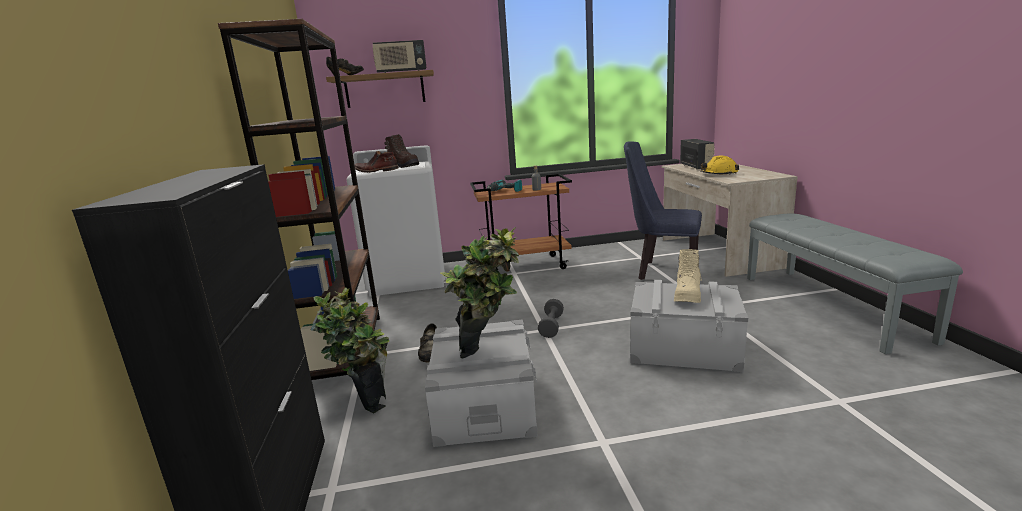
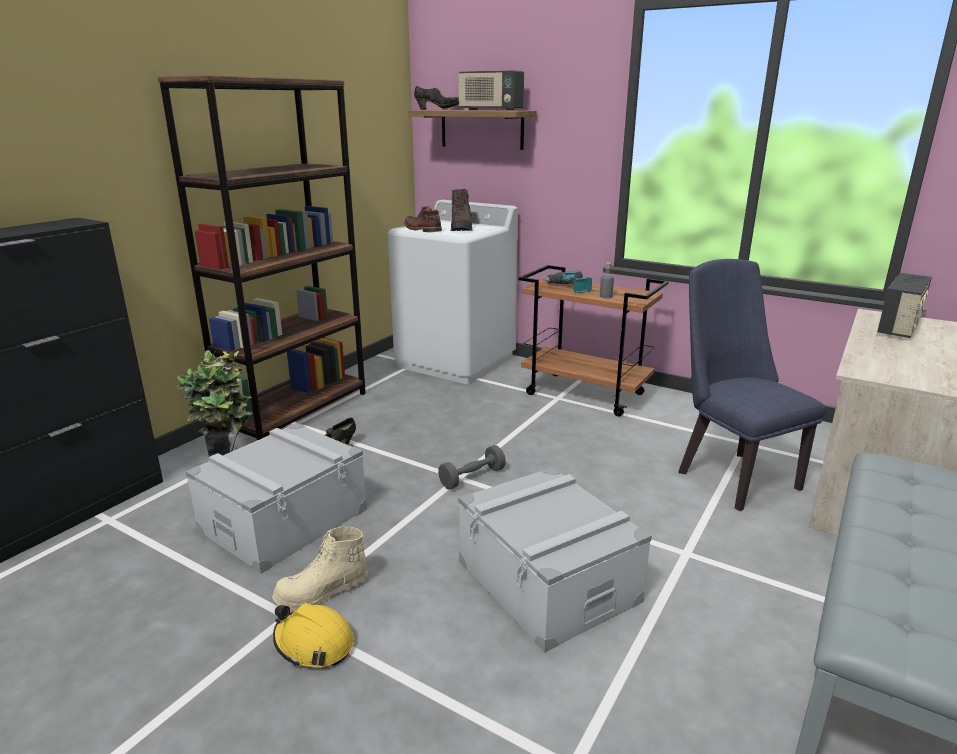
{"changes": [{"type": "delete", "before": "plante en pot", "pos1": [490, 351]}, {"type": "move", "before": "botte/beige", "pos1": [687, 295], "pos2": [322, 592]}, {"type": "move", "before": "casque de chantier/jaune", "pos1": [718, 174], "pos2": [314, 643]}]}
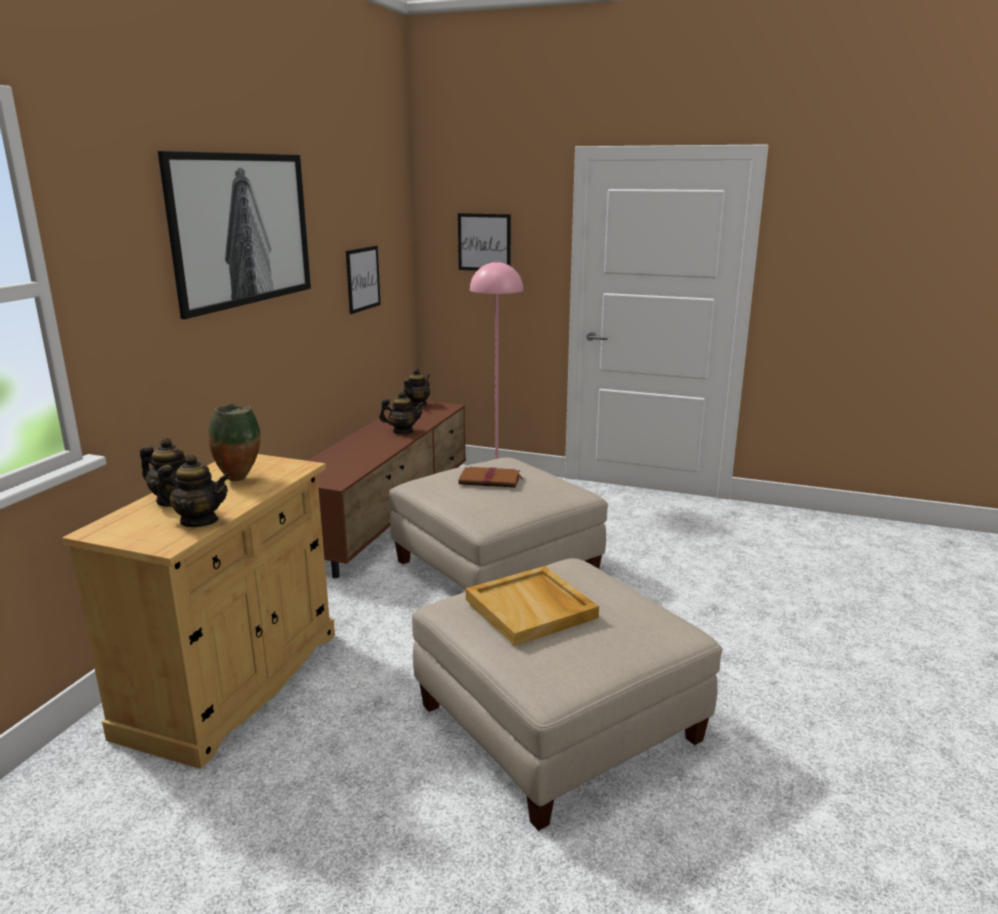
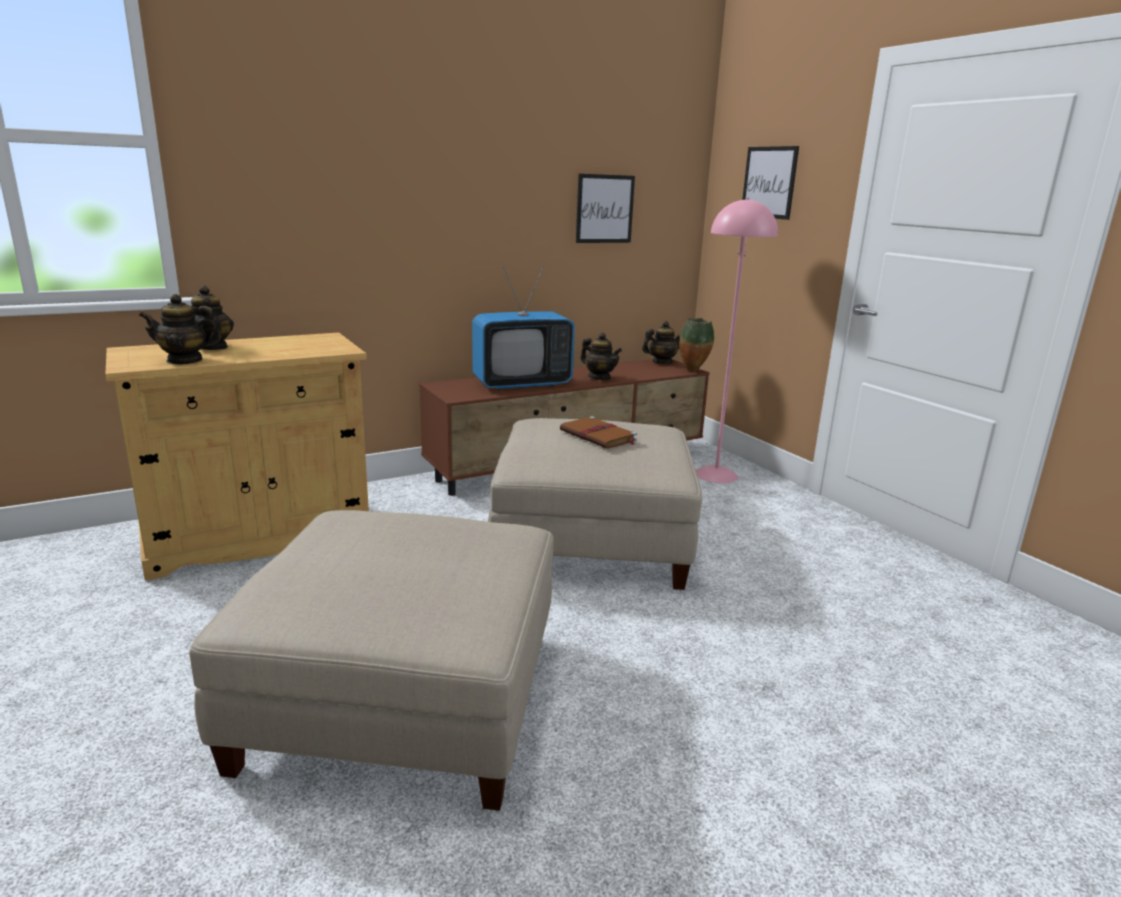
{"changes": [{"type": "delete", "before": "tableau", "pos1": [243, 229]}, {"type": "rotate", "before": "théière", "pos1": [199, 521], "pos2": [185, 360], "turn": 120}, {"type": "move", "before": "vase", "pos1": [239, 479], "pos2": [693, 370]}, {"type": "delete", "before": "plateau/beige", "pos1": [532, 609]}, {"type": "insert", "after": "téléviseur", "pos2": [522, 384]}]}
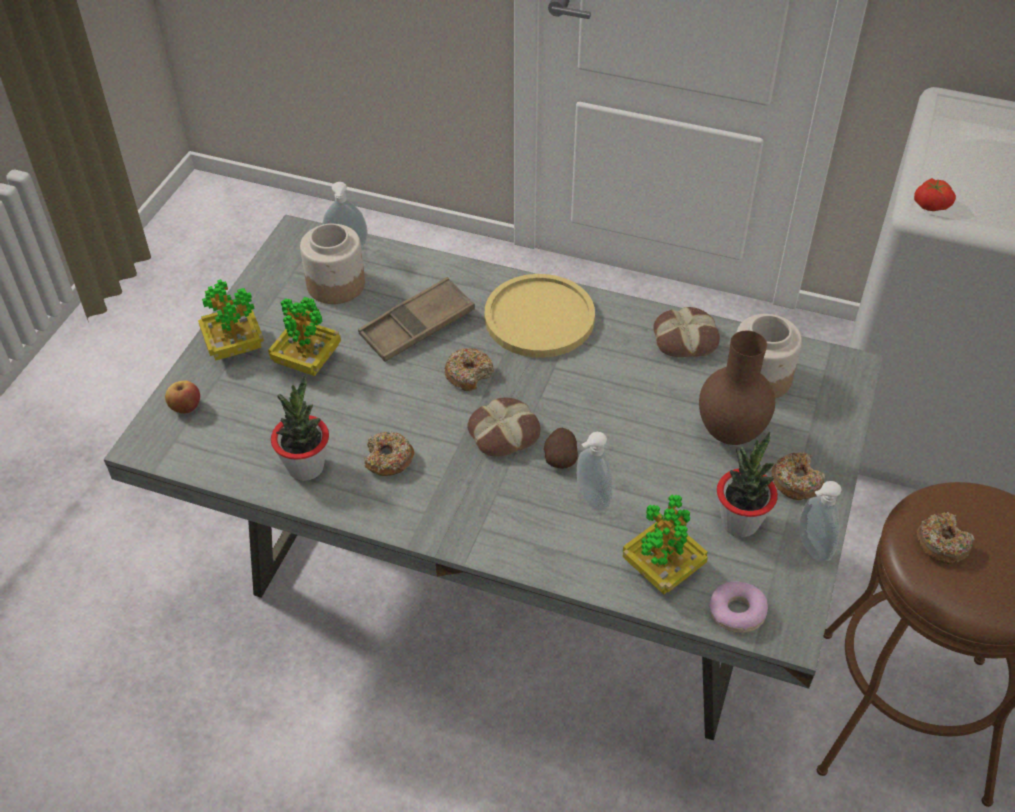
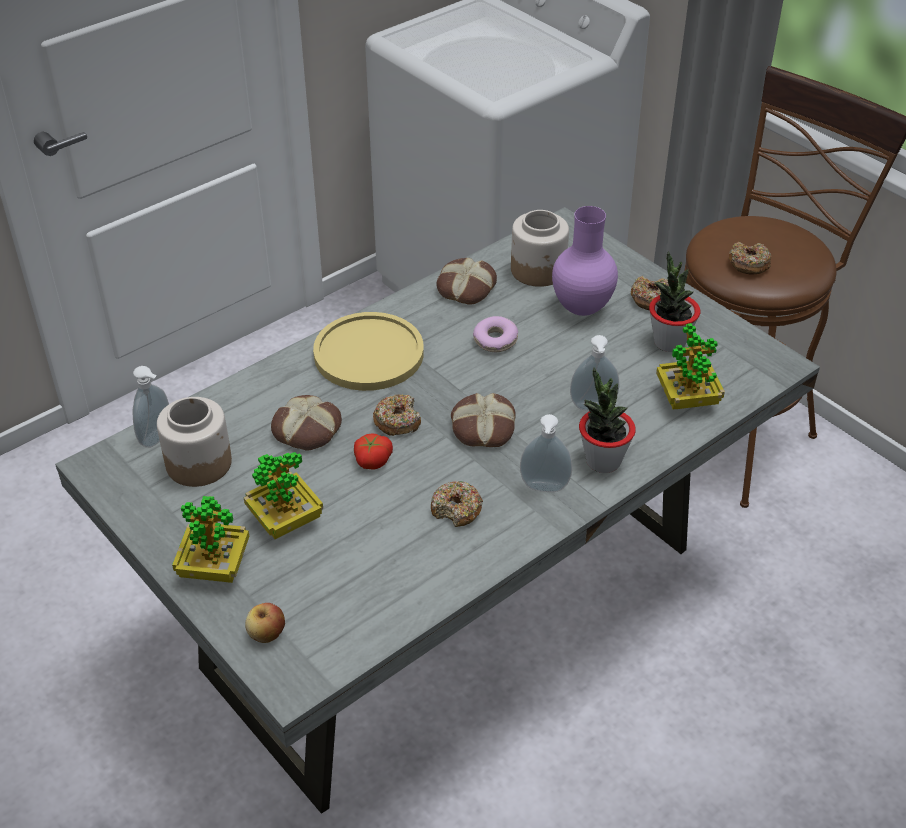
{"changes": [{"type": "move", "before": "plante en pot", "pos1": [306, 467], "pos2": [603, 461]}, {"type": "replace", "before": "plateau/marron", "after": "pain", "pos1": [417, 326], "pos2": [308, 430]}, {"type": "delete", "before": "pomme de terre", "pos1": [560, 457]}, {"type": "recolor", "before": "vase/marron", "after": "vase/violet", "pos1": [732, 434], "pos2": [582, 308]}, {"type": "move", "before": "beignet", "pos1": [736, 612], "pos2": [495, 340]}, {"type": "move", "before": "distributeur de savon", "pos1": [810, 548], "pos2": [544, 488]}, {"type": "move", "before": "tomate", "pos1": [931, 204], "pos2": [372, 460]}]}
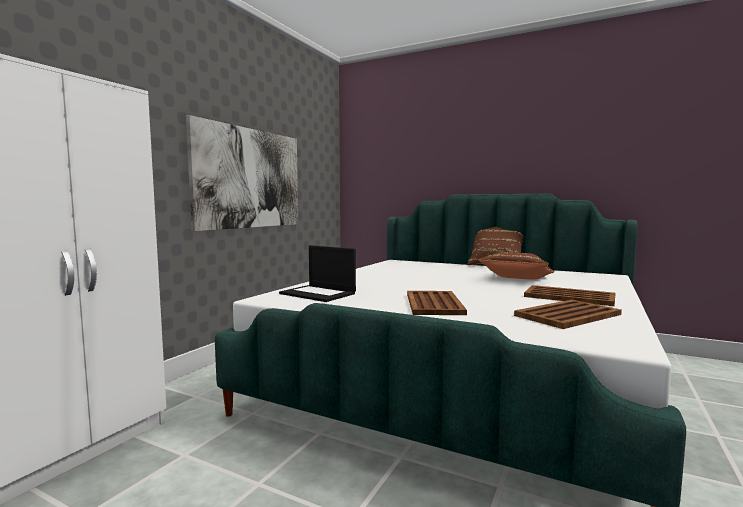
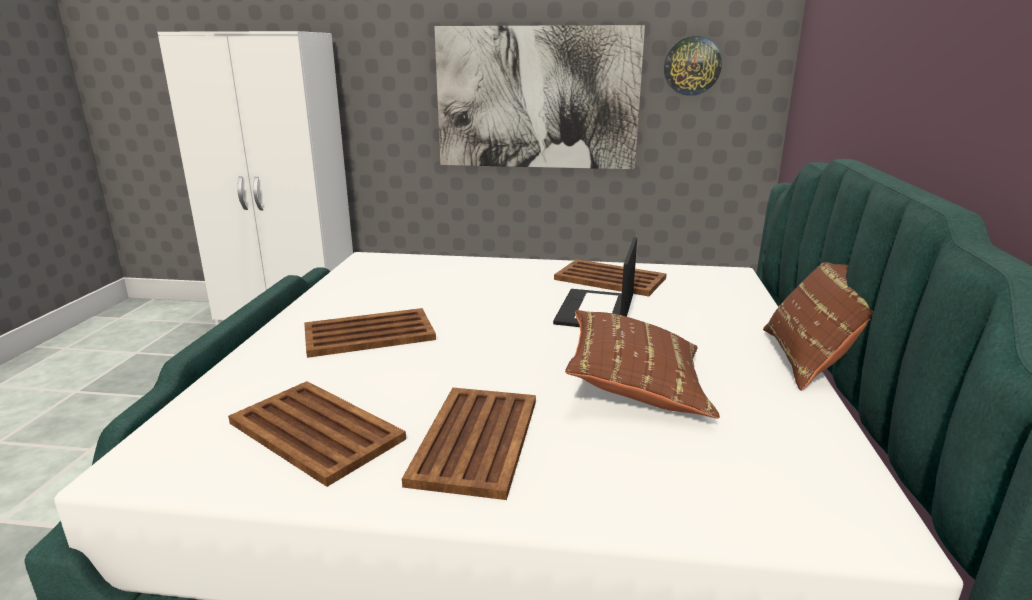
{"changes": [{"type": "move", "before": "ordinateur portable", "pos1": [319, 293], "pos2": [596, 311]}, {"type": "insert", "after": "plateau/marron", "pos2": [609, 279]}, {"type": "insert", "after": "horloge murale", "pos2": [692, 66]}]}
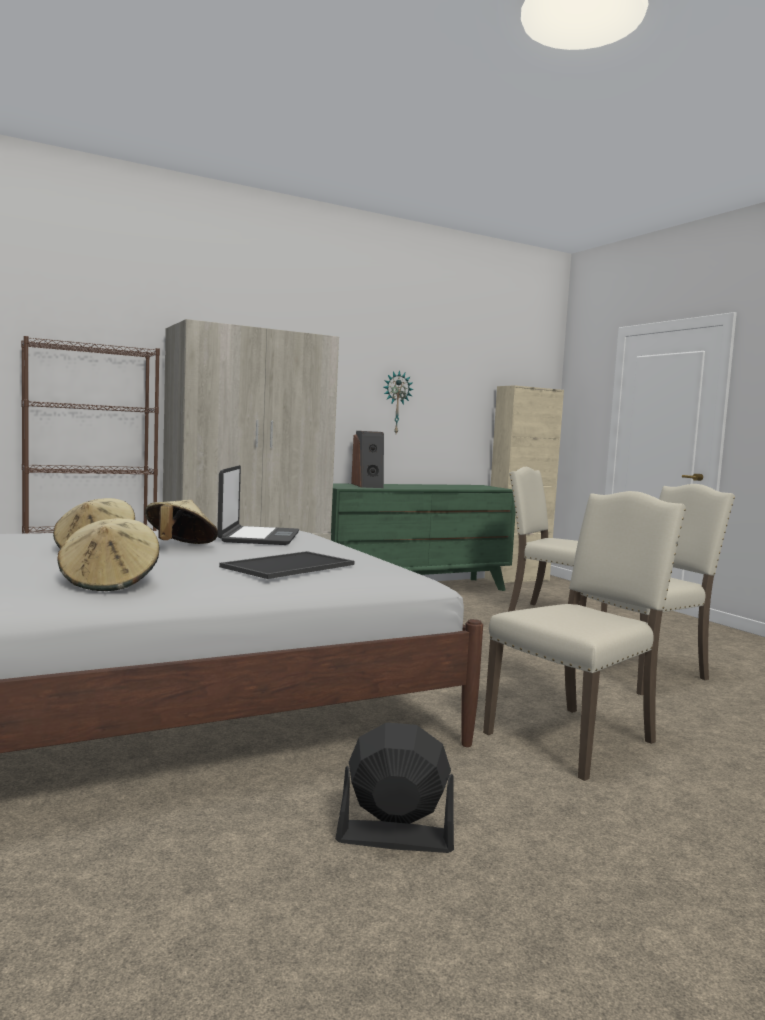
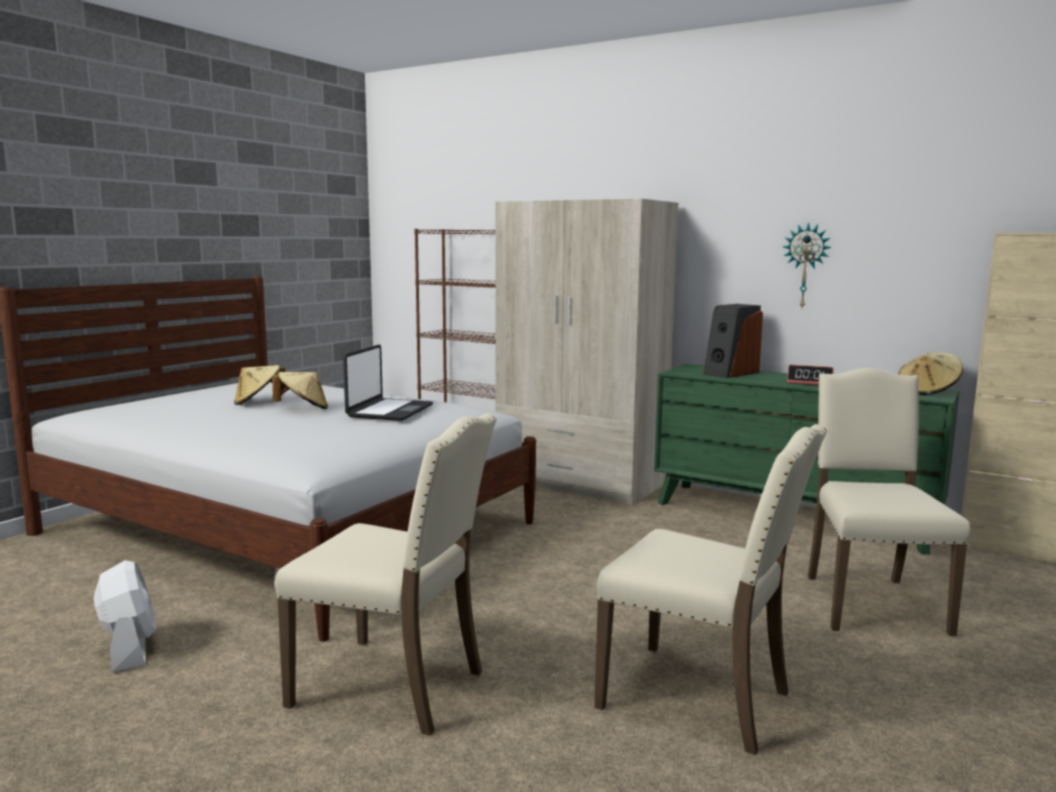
{"changes": [{"type": "move", "before": "chapeau/beige", "pos1": [110, 583], "pos2": [928, 391]}, {"type": "rotate", "before": "ordinateur portable", "pos1": [258, 537], "pos2": [389, 411], "turn": -45}, {"type": "delete", "before": "plateau", "pos1": [289, 566]}, {"type": "recolor", "before": "ventilateur/noir", "after": "ventilateur/blanc", "pos1": [394, 837], "pos2": [129, 649]}, {"type": "insert", "after": "réveil", "pos2": [810, 382]}]}
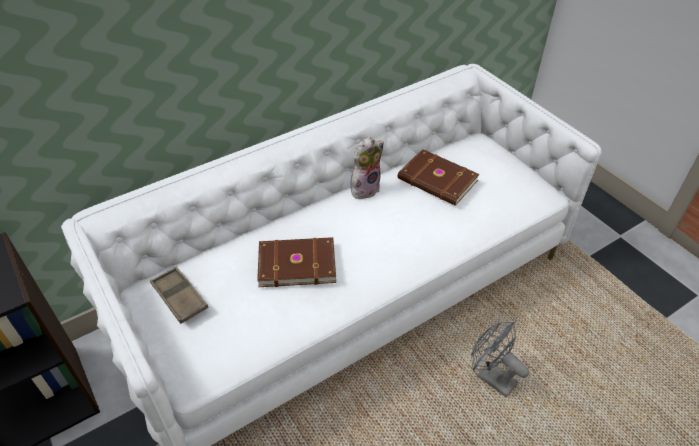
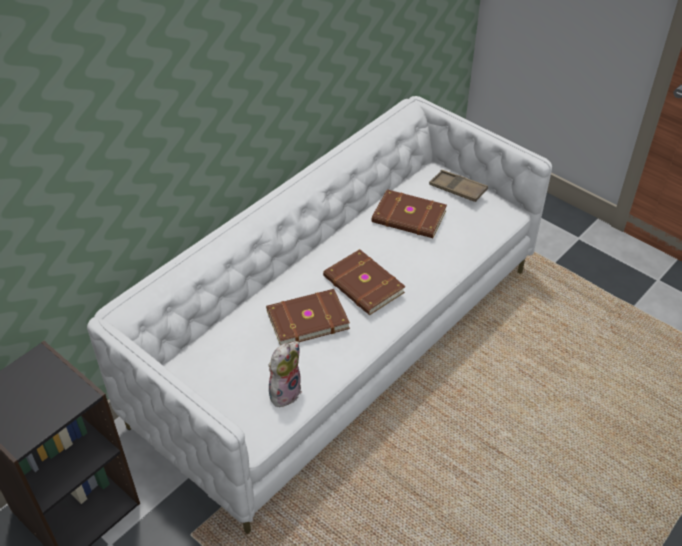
{"changes": [{"type": "move", "before": "plateau/marron", "pos1": [179, 298], "pos2": [457, 189]}, {"type": "move", "before": "peluche", "pos1": [365, 188], "pos2": [284, 391]}, {"type": "delete", "before": "ventilateur/gris", "pos1": [491, 377]}, {"type": "insert", "after": "livre/marron", "pos2": [363, 286]}]}
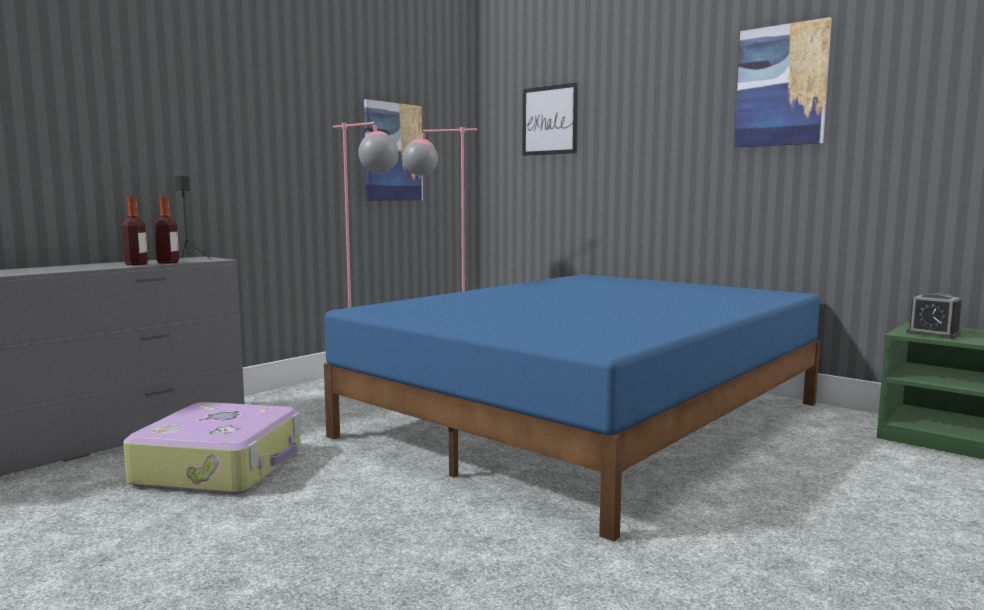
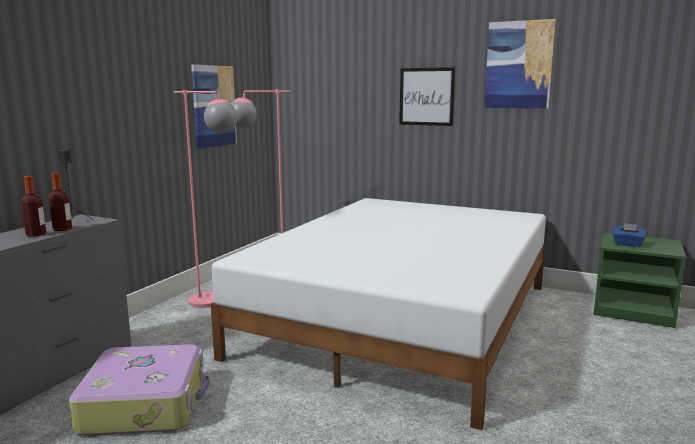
{"changes": [{"type": "recolor", "before": "lit/bleu", "after": "lit/blanc", "pos1": [590, 419], "pos2": [403, 319]}, {"type": "move", "before": "tableau", "pos1": [549, 120], "pos2": [426, 96]}, {"type": "replace", "before": "réveil", "after": "boîte à mouchoirs/bleu", "pos1": [933, 334], "pos2": [627, 244]}]}
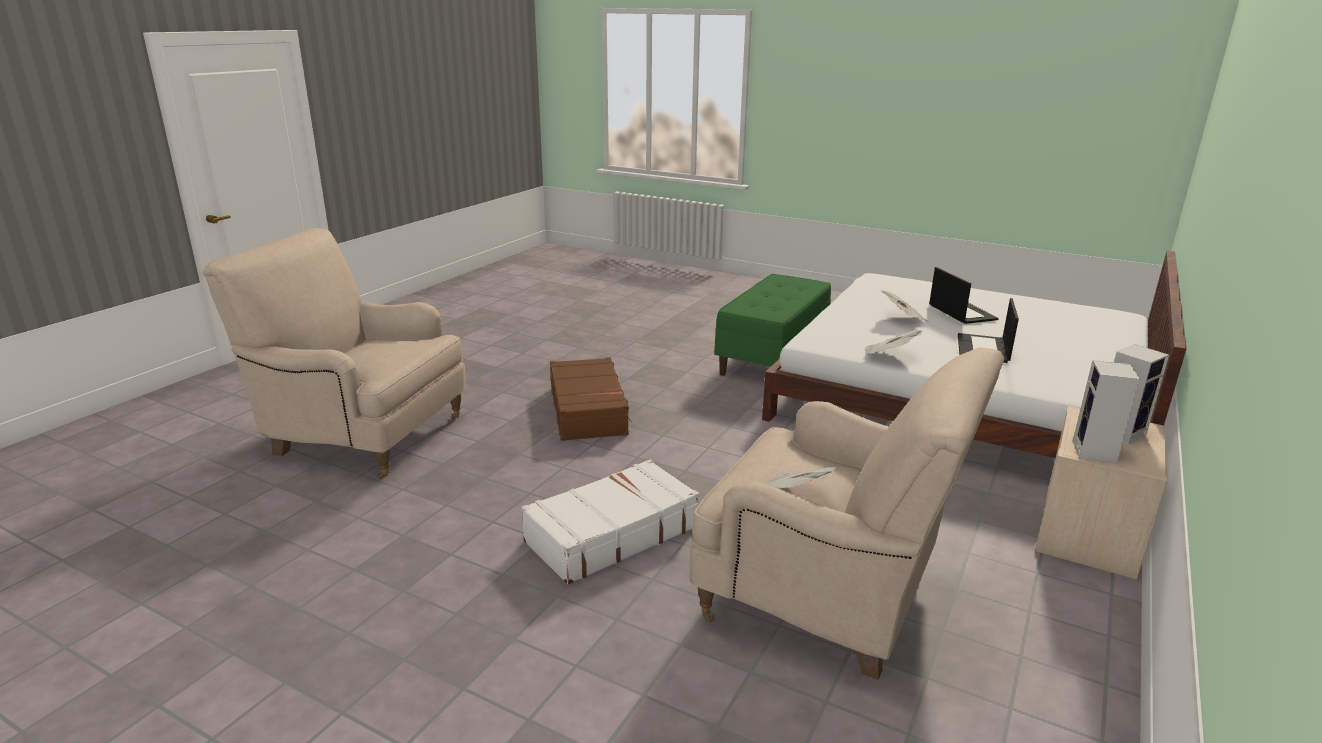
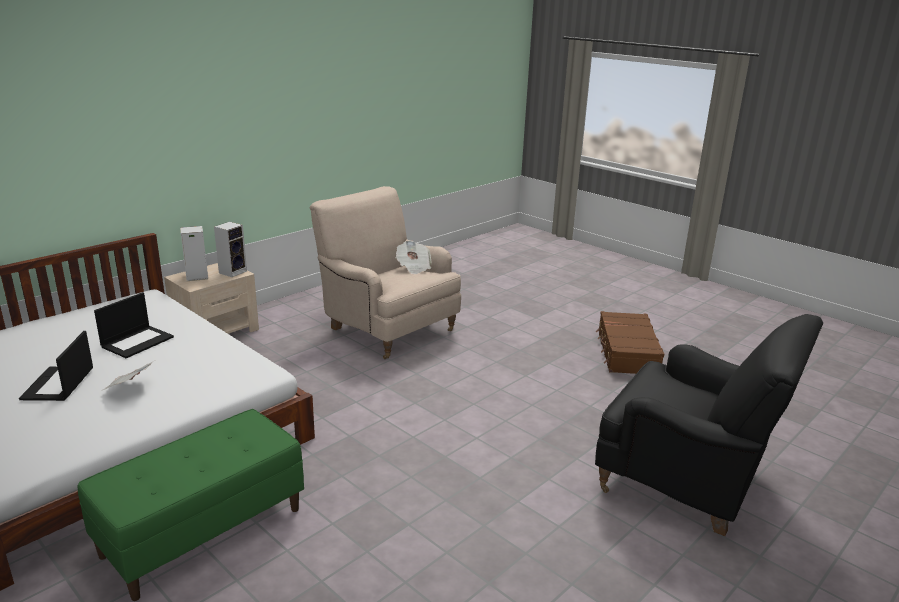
{"changes": [{"type": "recolor", "before": "fauteuil/beige", "after": "fauteuil/noir", "pos1": [363, 436], "pos2": [687, 483]}, {"type": "delete", "before": "valise/blanc", "pos1": [611, 534]}, {"type": "move", "before": "valise/marron", "pos1": [589, 410], "pos2": [626, 352]}, {"type": "delete", "before": "journal", "pos1": [888, 356]}]}
